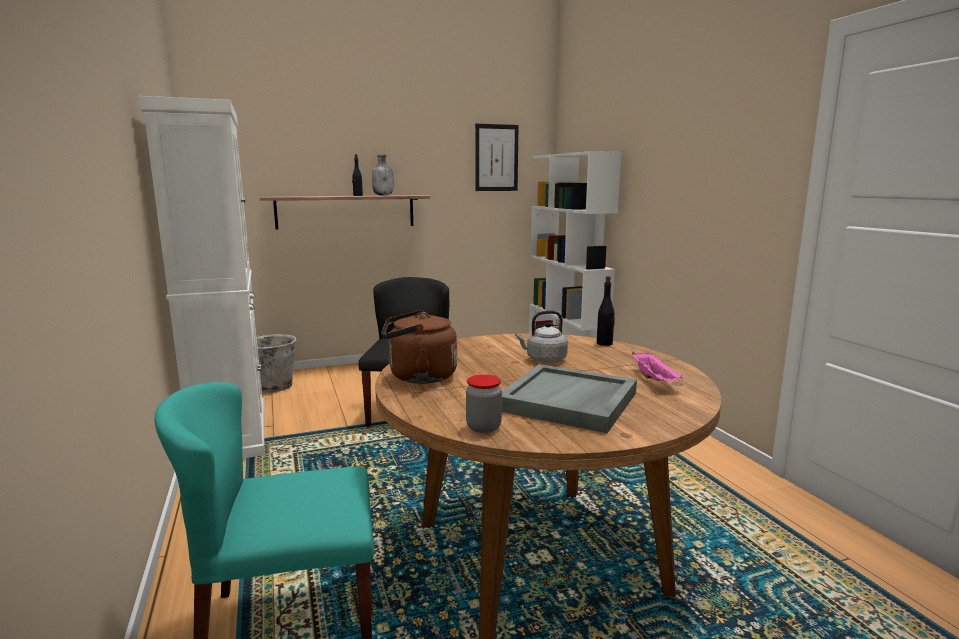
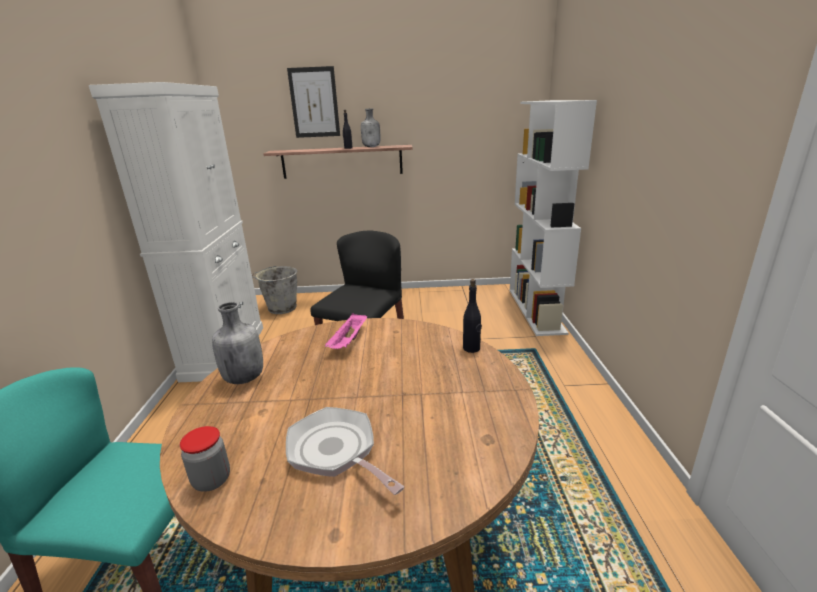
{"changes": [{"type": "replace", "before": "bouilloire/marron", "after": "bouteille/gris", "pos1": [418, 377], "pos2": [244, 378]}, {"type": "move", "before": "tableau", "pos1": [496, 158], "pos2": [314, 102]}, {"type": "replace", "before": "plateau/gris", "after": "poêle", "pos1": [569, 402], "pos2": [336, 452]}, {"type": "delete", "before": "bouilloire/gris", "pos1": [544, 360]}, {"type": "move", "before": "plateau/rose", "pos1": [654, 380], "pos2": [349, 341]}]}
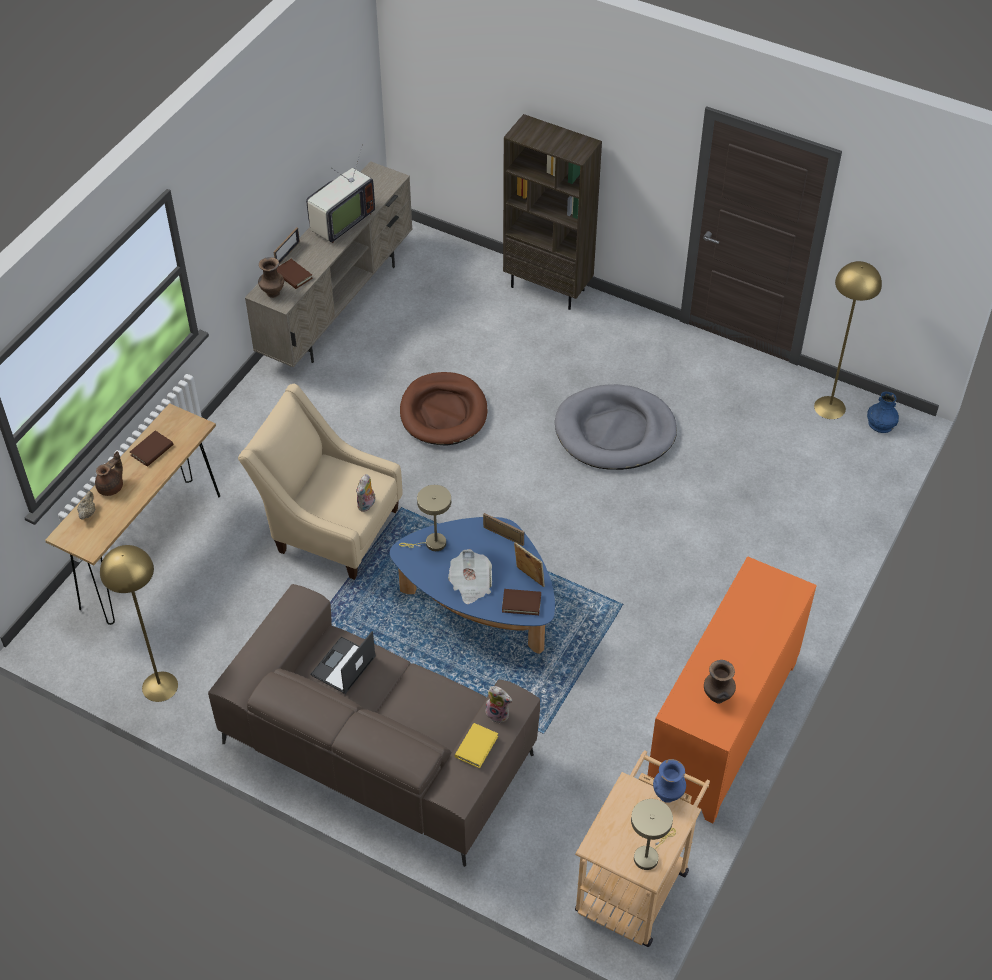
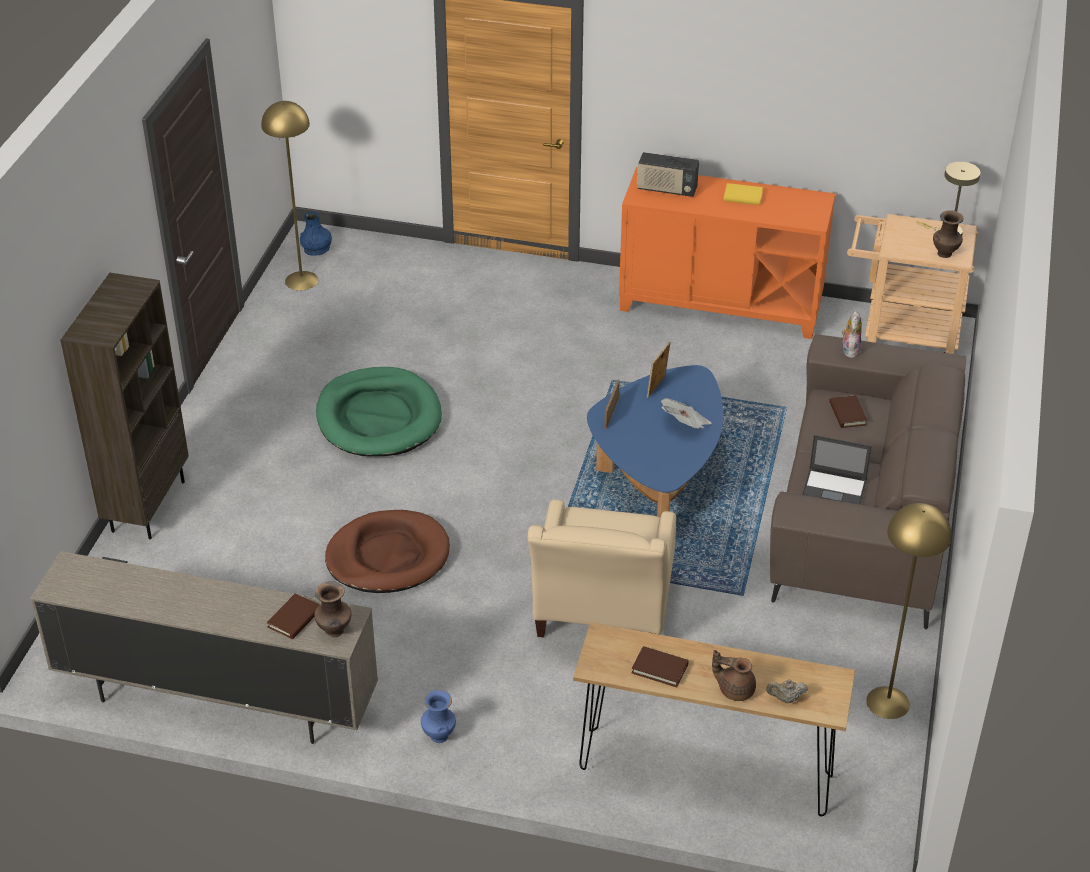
{"changes": [{"type": "delete", "before": "cadre photo", "pos1": [287, 254]}, {"type": "delete", "before": "téléviseur", "pos1": [340, 222]}, {"type": "delete", "before": "peluche", "pos1": [367, 505]}, {"type": "delete", "before": "lampe de table/beige", "pos1": [432, 543]}, {"type": "move", "before": "livre/jaune", "pos1": [476, 747], "pos2": [743, 197]}, {"type": "move", "before": "livre/marron", "pos1": [521, 603], "pos2": [847, 414]}, {"type": "recolor", "before": "panier pour chien/gris", "after": "panier pour chien/vert", "pos1": [615, 431], "pos2": [378, 417]}, {"type": "move", "before": "vase/bleu", "pos1": [668, 795], "pos2": [438, 735]}, {"type": "move", "before": "vase/marron", "pos1": [717, 697], "pos2": [945, 253]}, {"type": "insert", "after": "radio", "pos2": [666, 189]}]}
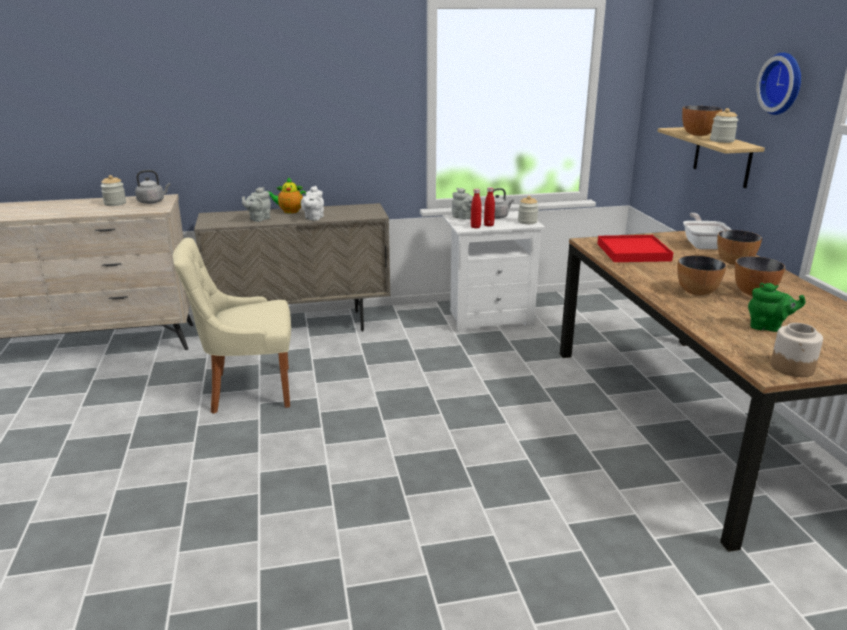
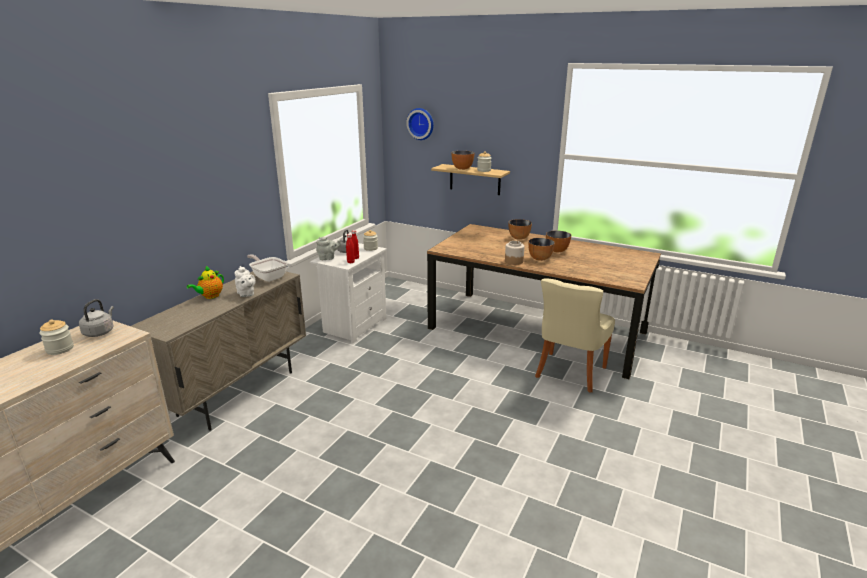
{"changes": [{"type": "move", "before": "chaise/beige", "pos1": [247, 390], "pos2": [569, 373]}, {"type": "delete", "before": "théière/gris", "pos1": [258, 219]}, {"type": "delete", "before": "plateau/rouge", "pos1": [633, 252]}, {"type": "move", "before": "poêle", "pos1": [703, 244], "pos2": [268, 277]}, {"type": "delete", "before": "théière/vert", "pos1": [768, 327]}, {"type": "move", "before": "horloge murale", "pos1": [783, 84], "pos2": [421, 123]}, {"type": "move", "before": "bocal", "pos1": [792, 367], "pos2": [514, 261]}]}
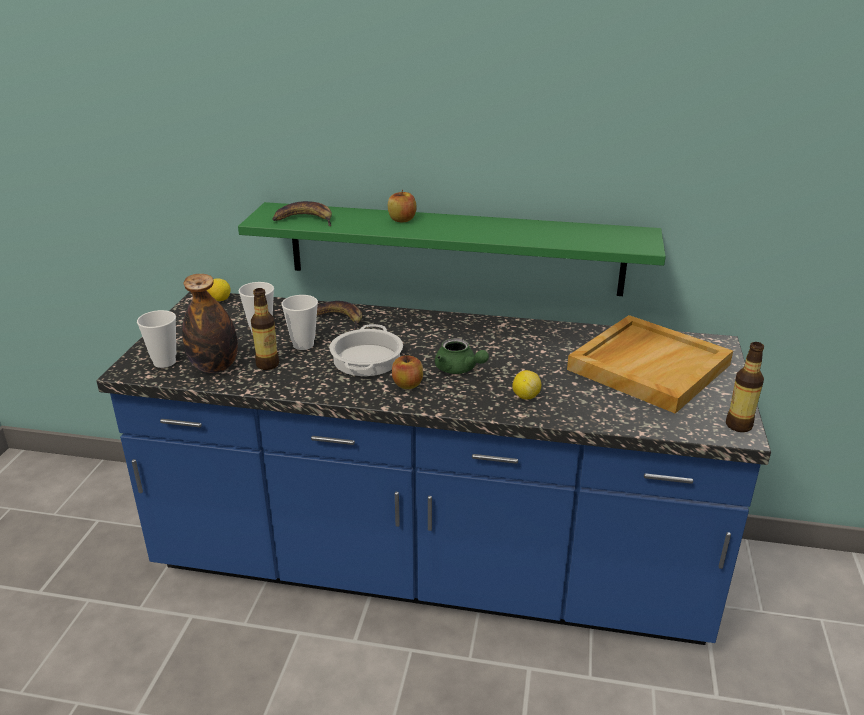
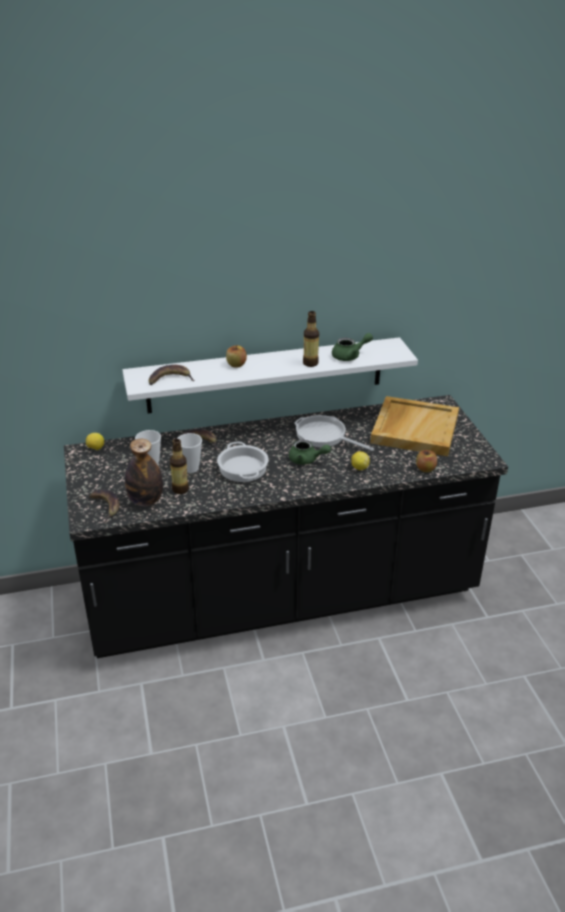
{"changes": [{"type": "recolor", "before": "comptoir de cuisine/bleu", "after": "comptoir de cuisine/noir", "pos1": [432, 565], "pos2": [281, 596]}, {"type": "replace", "before": "tasse", "after": "banane", "pos1": [164, 362], "pos2": [106, 507]}, {"type": "recolor", "before": "étagère/vert", "after": "étagère/blanc", "pos1": [454, 248], "pos2": [266, 375]}, {"type": "move", "before": "pomme", "pos1": [407, 384], "pos2": [425, 469]}, {"type": "move", "before": "bouteille", "pos1": [738, 425], "pos2": [310, 363]}, {"type": "insert", "after": "poêle", "pos2": [324, 436]}, {"type": "insert", "after": "théière/vert", "pos2": [350, 356]}]}
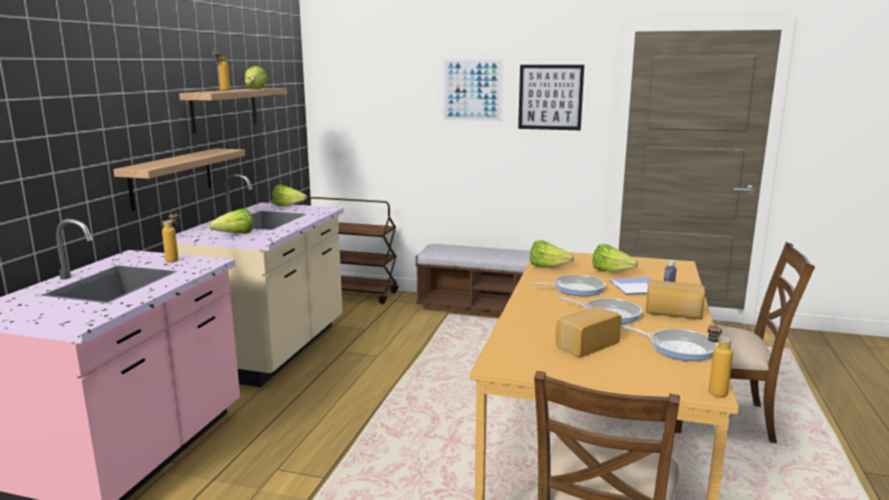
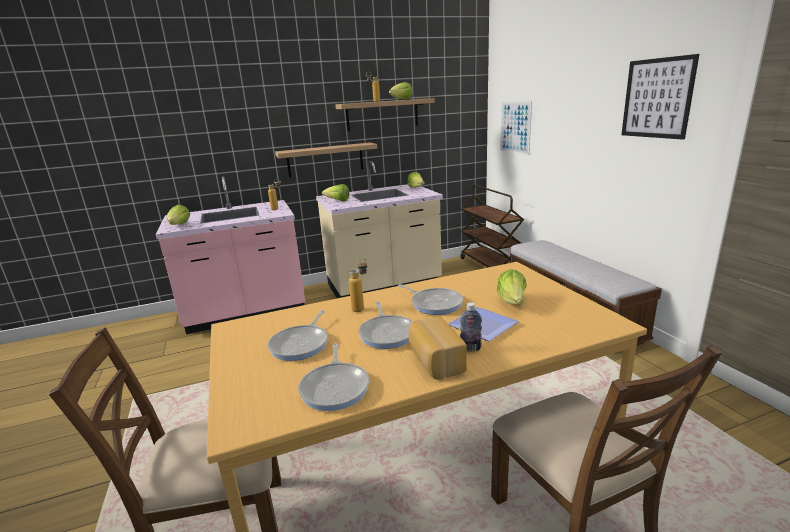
{"changes": [{"type": "move", "before": "tableau", "pos1": [472, 90], "pos2": [515, 127]}, {"type": "move", "before": "laitue", "pos1": [548, 267], "pos2": [179, 225]}, {"type": "replace", "before": "pain", "after": "poêle", "pos1": [585, 344], "pos2": [301, 344]}, {"type": "move", "before": "bouteille", "pos1": [713, 390], "pos2": [361, 307]}]}
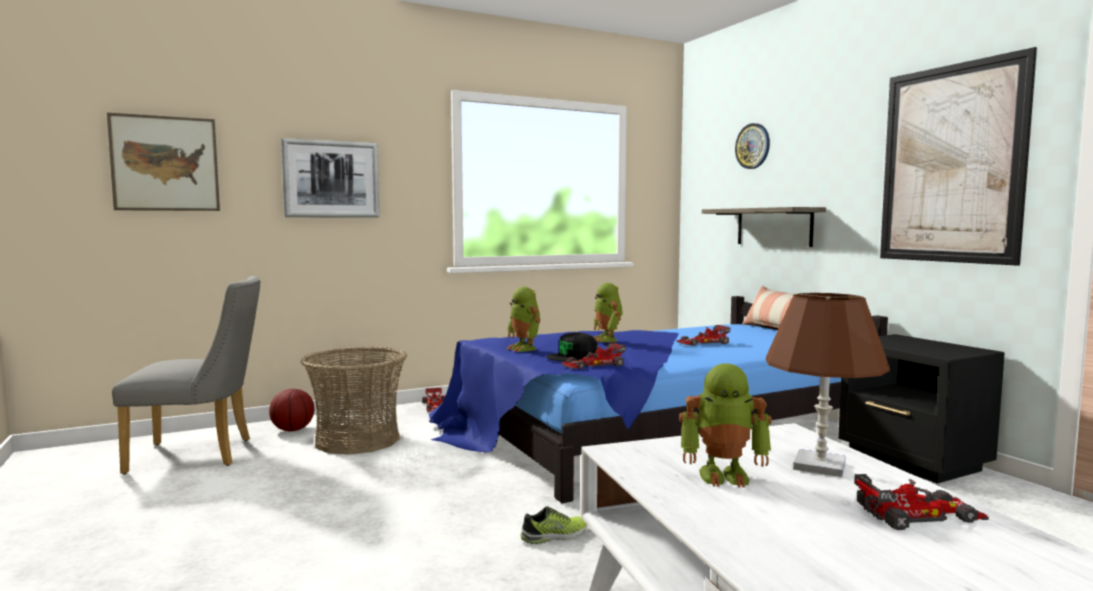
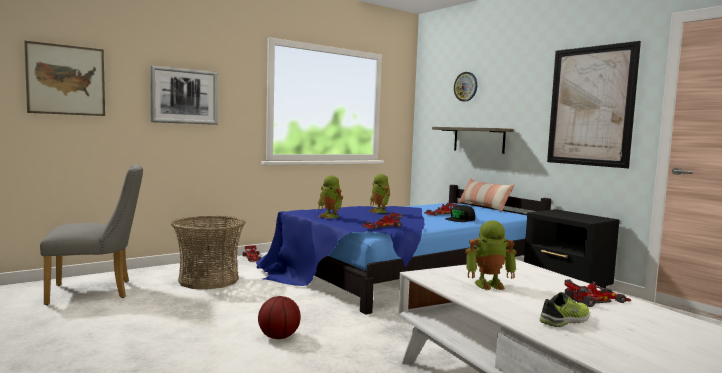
{"changes": [{"type": "move", "before": "ballon de basket", "pos1": [292, 430], "pos2": [279, 337]}, {"type": "move", "before": "chaussure", "pos1": [555, 536], "pos2": [566, 320]}, {"type": "move", "before": "casquette/noir", "pos1": [573, 357], "pos2": [460, 219]}, {"type": "delete", "before": "lampe de table/marron", "pos1": [820, 466]}]}
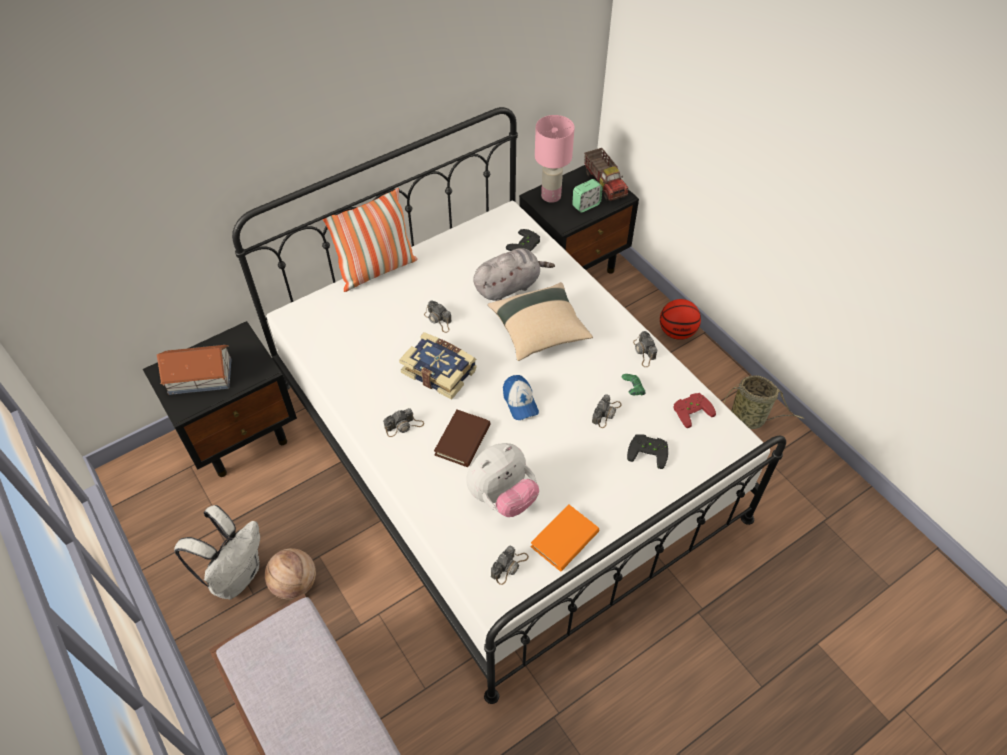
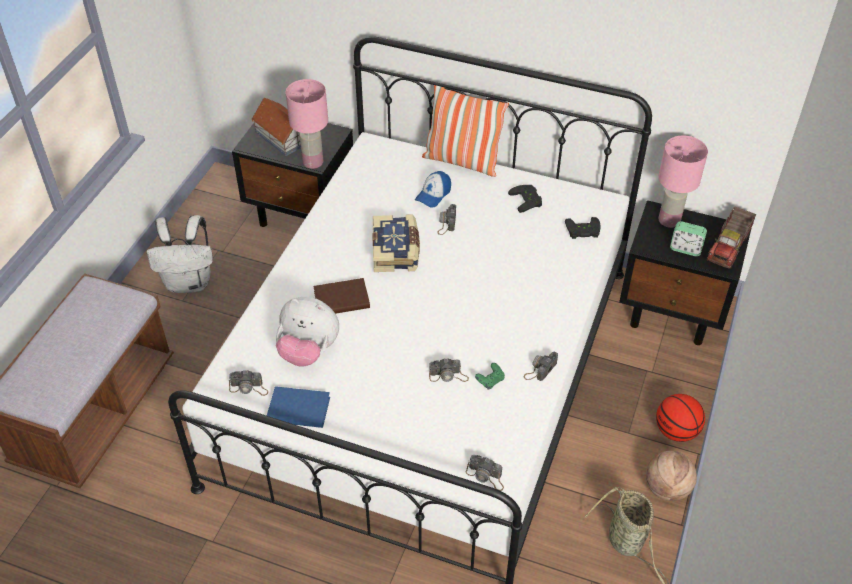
{"changes": [{"type": "move", "before": "ballon de basket", "pos1": [295, 584], "pos2": [667, 488]}, {"type": "move", "before": "appareil photo", "pos1": [404, 426], "pos2": [486, 476]}, {"type": "delete", "before": "peluche/gris", "pos1": [509, 286]}, {"type": "delete", "before": "coussin/beige", "pos1": [539, 331]}, {"type": "move", "before": "casquette", "pos1": [520, 402], "pos2": [433, 194]}, {"type": "recolor", "before": "livre/orange", "after": "livre/bleu", "pos1": [564, 539], "pos2": [298, 410]}, {"type": "move", "before": "manette/noir", "pos1": [648, 450], "pos2": [528, 200]}, {"type": "delete", "before": "manette/rouge", "pos1": [691, 409]}, {"type": "insert", "after": "lampe de table/rose", "pos2": [313, 162]}]}
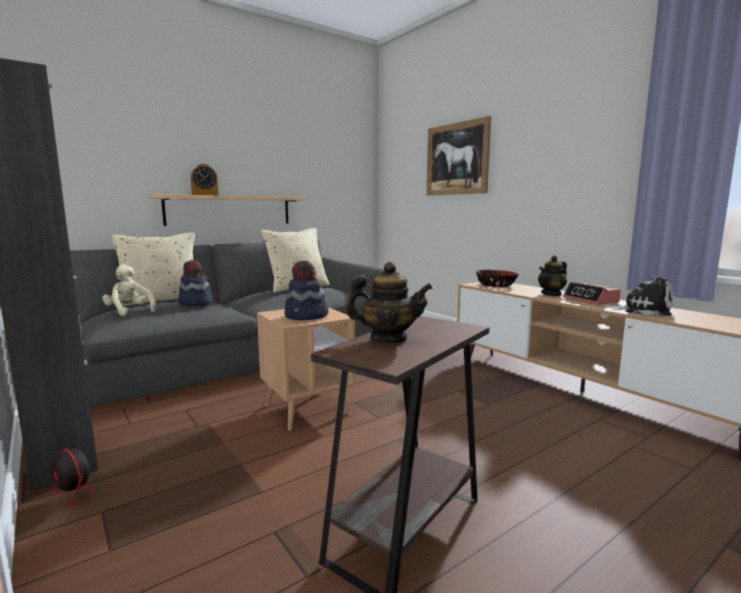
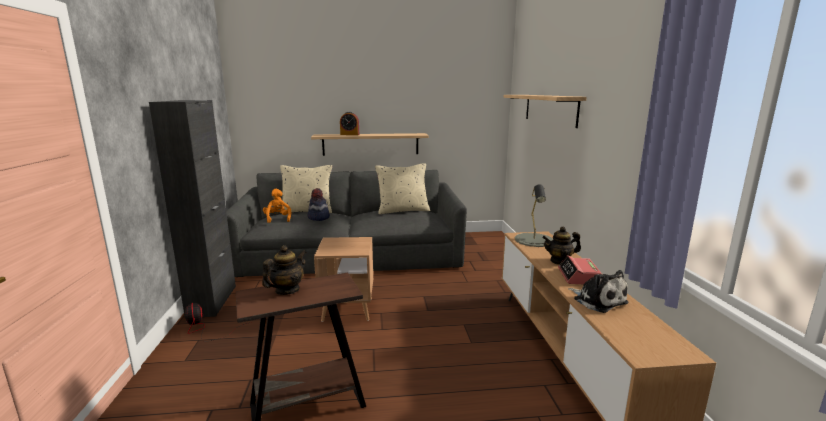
{"changes": [{"type": "recolor", "before": "peluche/beige", "after": "peluche/orange", "pos1": [129, 311], "pos2": [278, 219]}, {"type": "delete", "before": "chapeau", "pos1": [306, 316]}, {"type": "rotate", "before": "théière", "pos1": [388, 339], "pos2": [287, 290], "turn": -90}, {"type": "replace", "before": "tableau", "after": "étagère", "pos1": [457, 159], "pos2": [550, 109]}, {"type": "replace", "before": "bol", "after": "lampe de table/gris", "pos1": [496, 285], "pos2": [534, 240]}]}
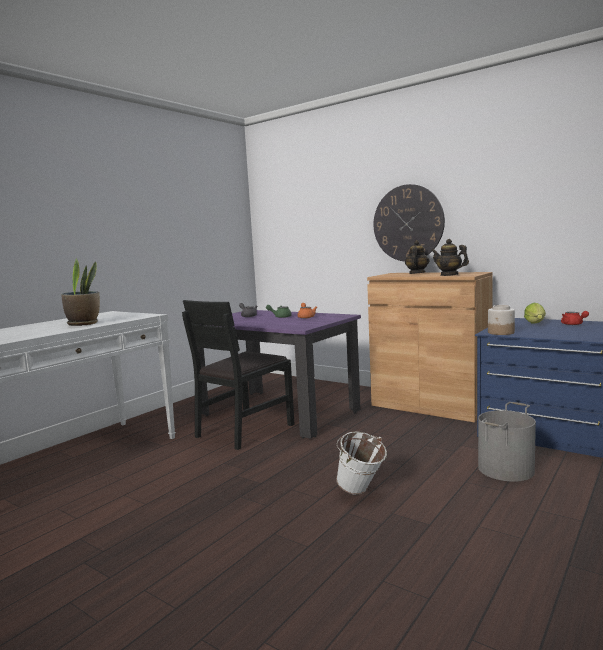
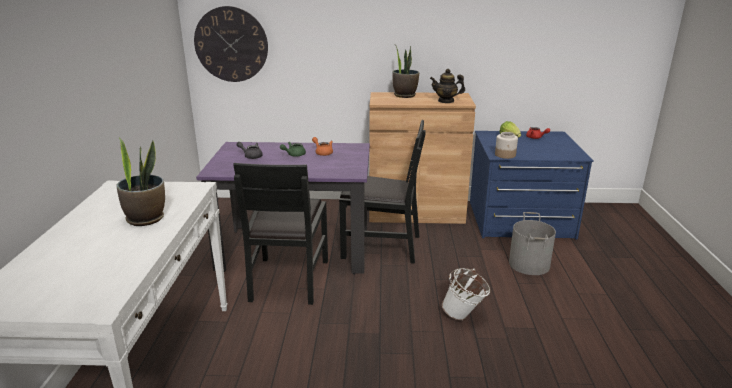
{"changes": [{"type": "move", "before": "horloge murale", "pos1": [408, 223], "pos2": [231, 44]}, {"type": "replace", "before": "théière", "after": "plante en pot", "pos1": [416, 273], "pos2": [404, 95]}, {"type": "insert", "after": "chaise/noir", "pos2": [381, 246]}]}
